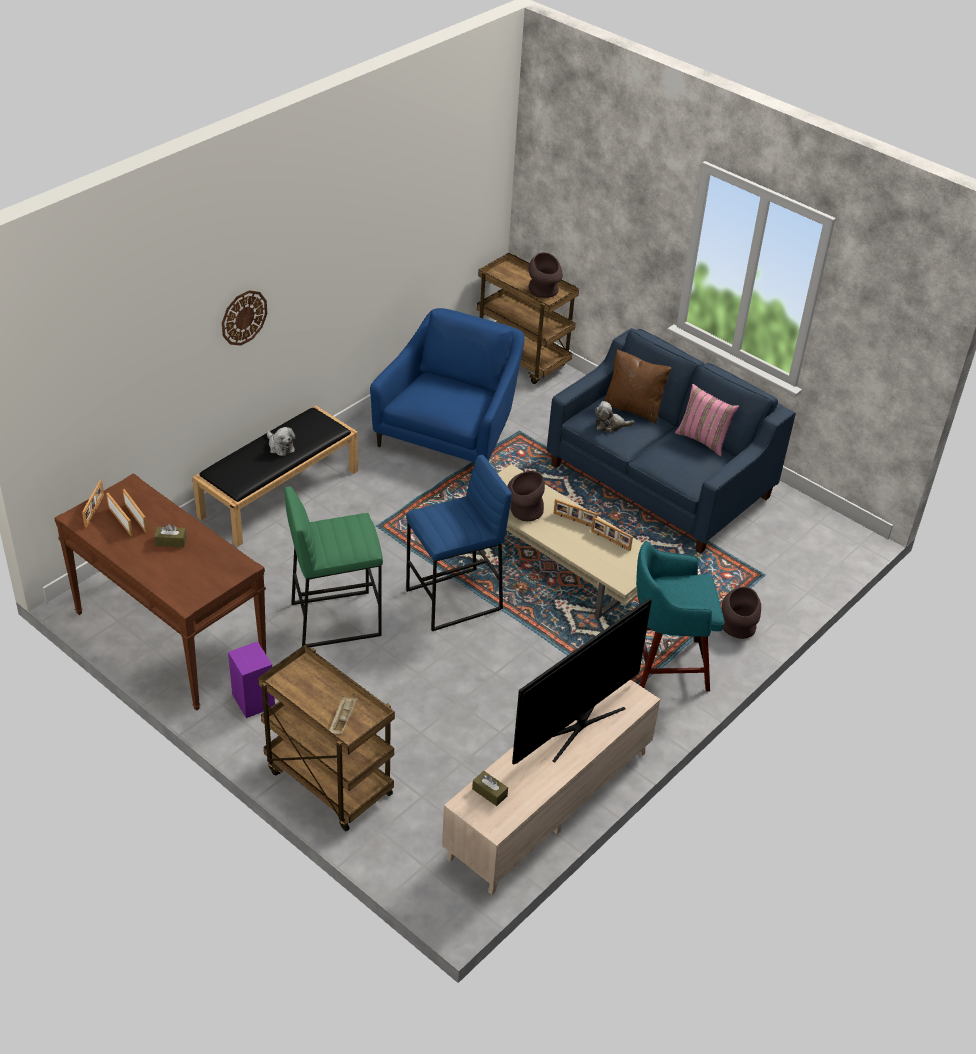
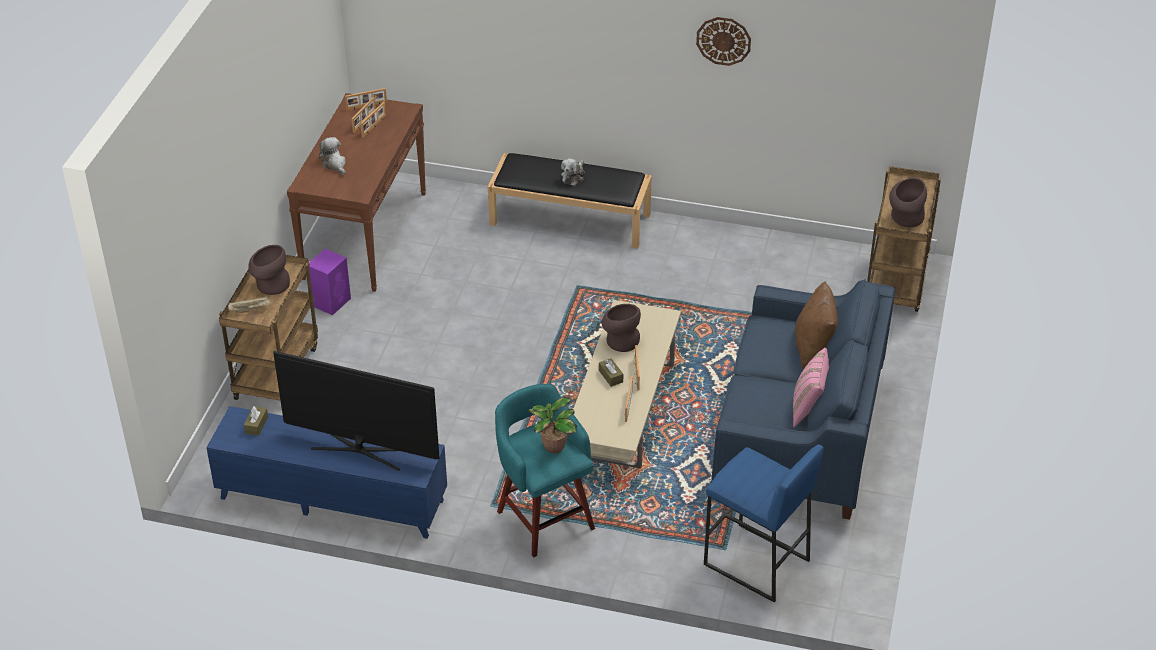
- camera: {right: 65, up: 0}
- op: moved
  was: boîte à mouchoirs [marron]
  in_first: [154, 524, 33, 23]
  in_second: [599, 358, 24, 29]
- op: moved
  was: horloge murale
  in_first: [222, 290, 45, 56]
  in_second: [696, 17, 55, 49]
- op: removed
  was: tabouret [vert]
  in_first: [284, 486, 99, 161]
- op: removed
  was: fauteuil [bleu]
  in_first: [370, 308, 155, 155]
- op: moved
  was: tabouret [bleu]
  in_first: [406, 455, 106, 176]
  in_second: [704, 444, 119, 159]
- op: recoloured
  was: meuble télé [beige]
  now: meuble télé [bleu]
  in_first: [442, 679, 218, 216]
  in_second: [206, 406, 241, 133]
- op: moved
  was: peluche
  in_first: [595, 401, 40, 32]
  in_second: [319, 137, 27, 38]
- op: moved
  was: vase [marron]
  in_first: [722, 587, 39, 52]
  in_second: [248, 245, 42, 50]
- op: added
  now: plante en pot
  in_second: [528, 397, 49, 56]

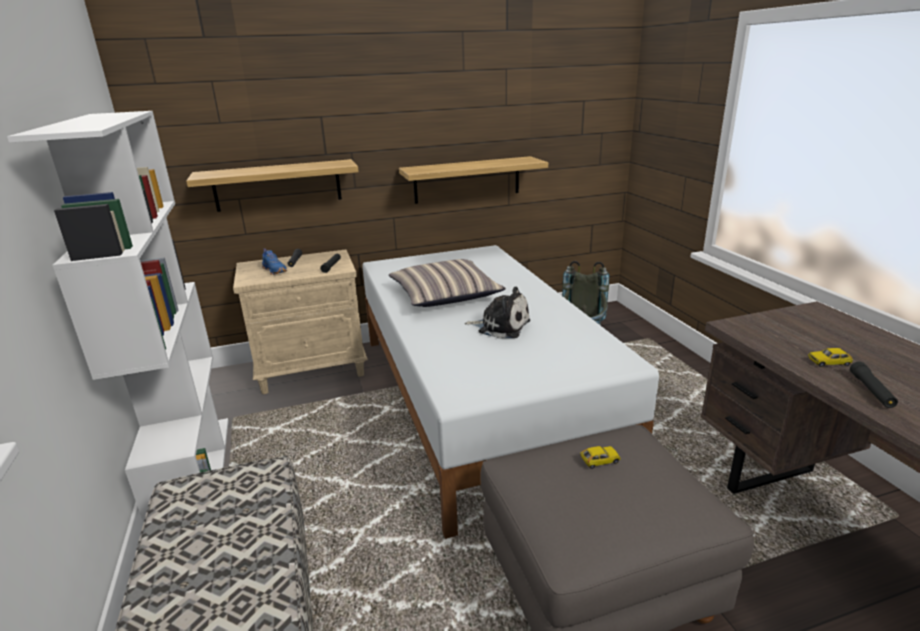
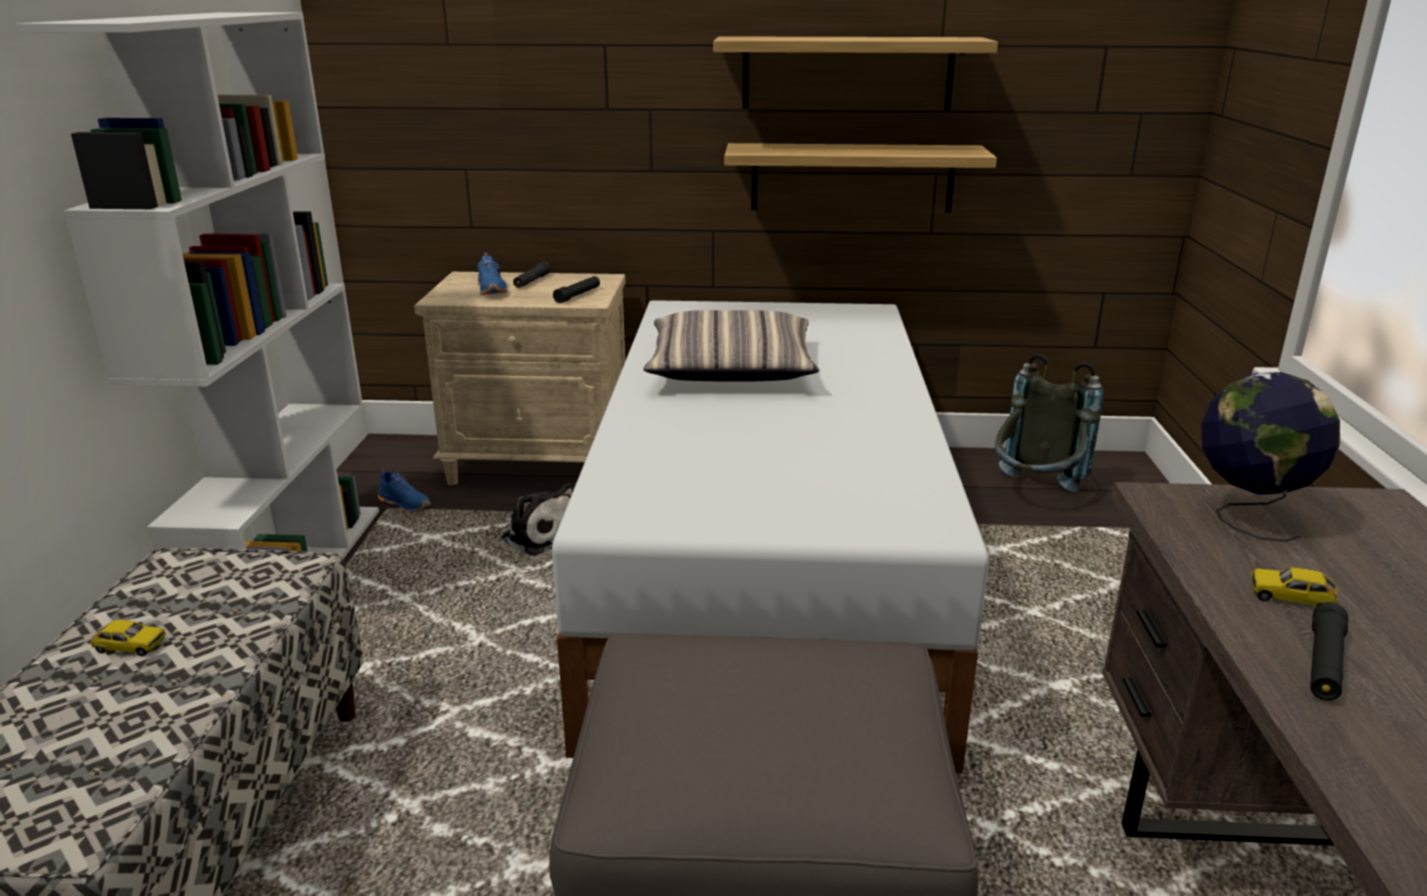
- camera: {right: 20, up: 0}
- op: moved
  was: étagère
  in_first: [186, 159, 173, 53]
  in_second: [713, 36, 285, 74]
- op: moved
  was: peluche
  in_first: [465, 287, 65, 52]
  in_second: [502, 483, 72, 73]
- op: moved
  was: petite voiture
  in_first: [580, 446, 41, 23]
  in_second: [91, 620, 75, 36]
- op: added
  now: chaussure [bleu]
  in_second: [378, 468, 53, 45]
- op: added
  now: globe
  in_second: [1201, 372, 139, 170]

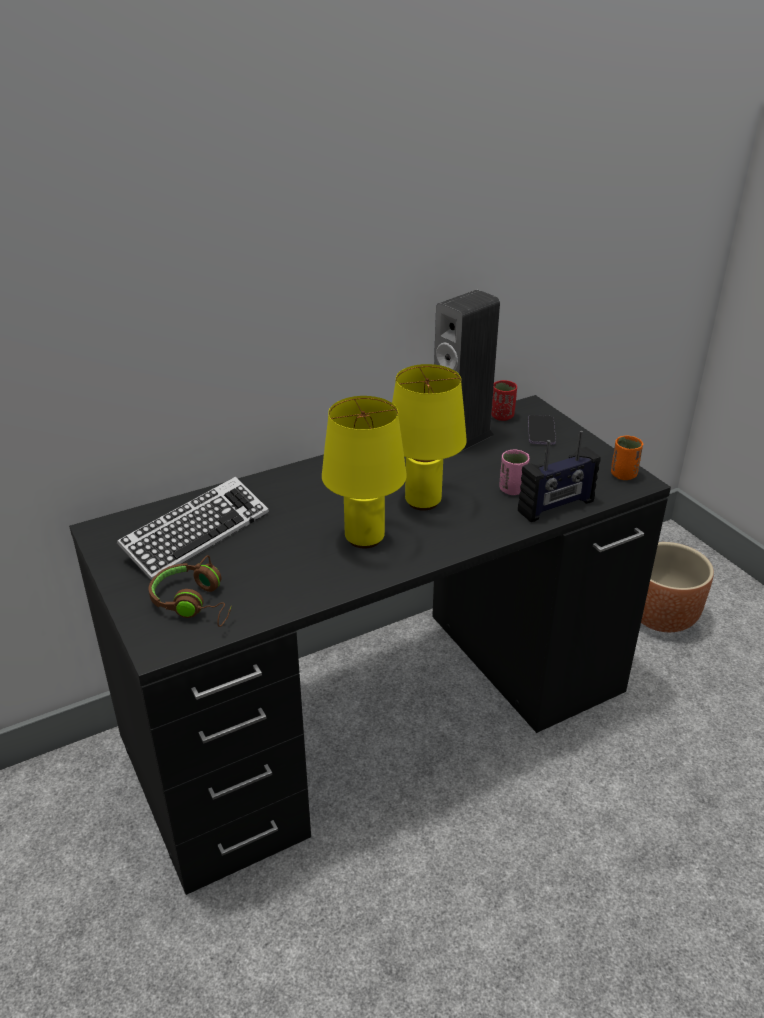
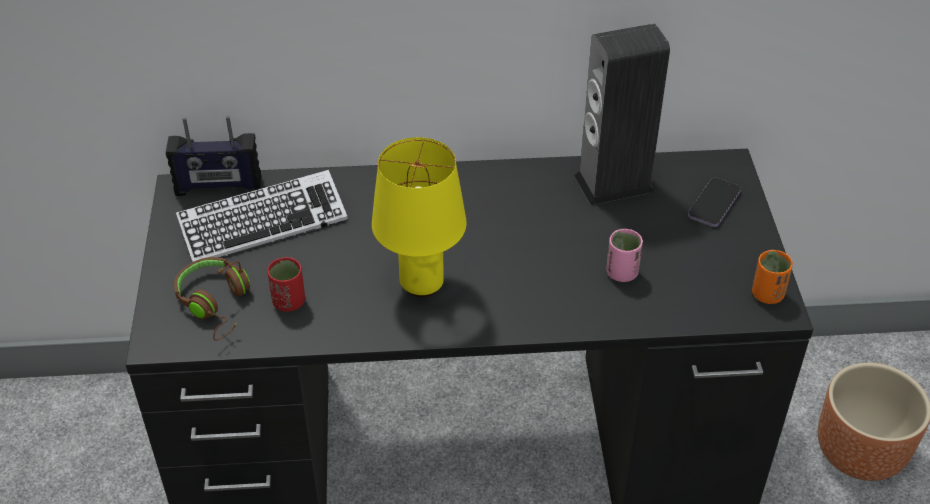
- camera: {right: 25, up: 10}
- op: removed
  was: lampe de table [jaune]
  in_first: [392, 364, 75, 147]
- op: moved
  was: tasse [rouge]
  in_first: [491, 380, 26, 41]
  in_second: [267, 257, 38, 55]
- op: moved
  was: radio
  in_first: [518, 431, 83, 91]
  in_second: [166, 116, 95, 80]

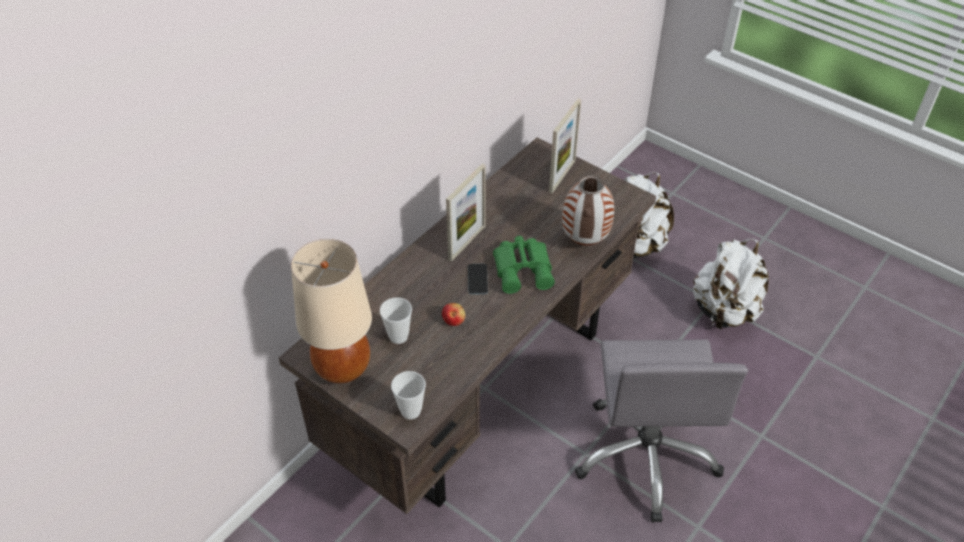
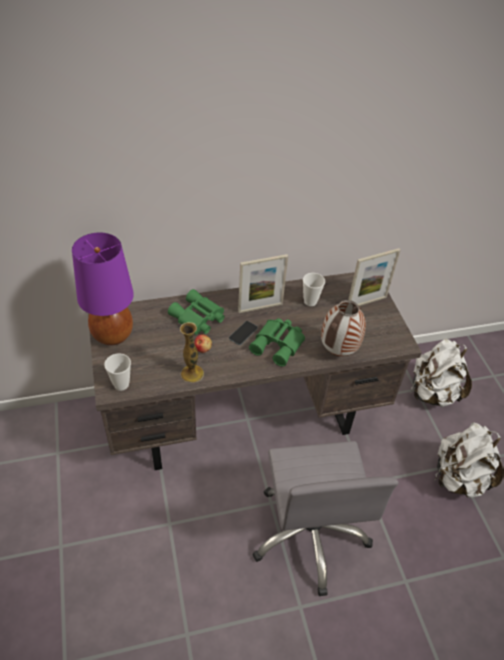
- camera: {right: 35, up: 0}
- op: recoloured
  was: lampe de table [beige]
  now: lampe de table [violet]
  in_first: [291, 239, 81, 145]
  in_second: [72, 233, 62, 113]
- op: moved
  was: tasse
  in_first: [380, 298, 32, 46]
  in_second: [303, 273, 22, 33]
- op: turned
  was: chaise de bureau [gris]
  in_first: [575, 339, 173, 183]
  in_second: [252, 441, 147, 155]
  clockwise: -45
- op: added
  now: jumelles [vert]
  in_second: [168, 289, 57, 46]
- op: added
  now: vase
  in_second: [180, 322, 24, 61]

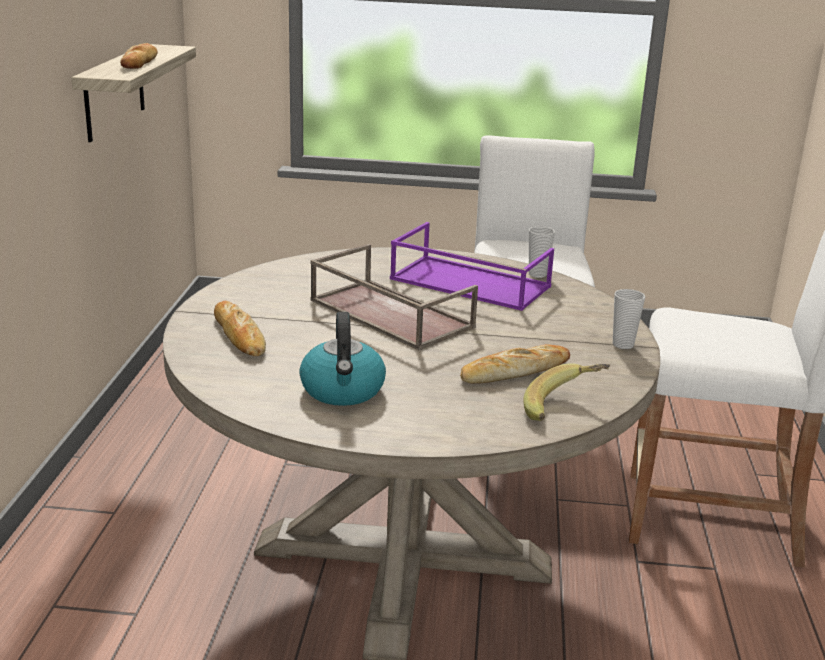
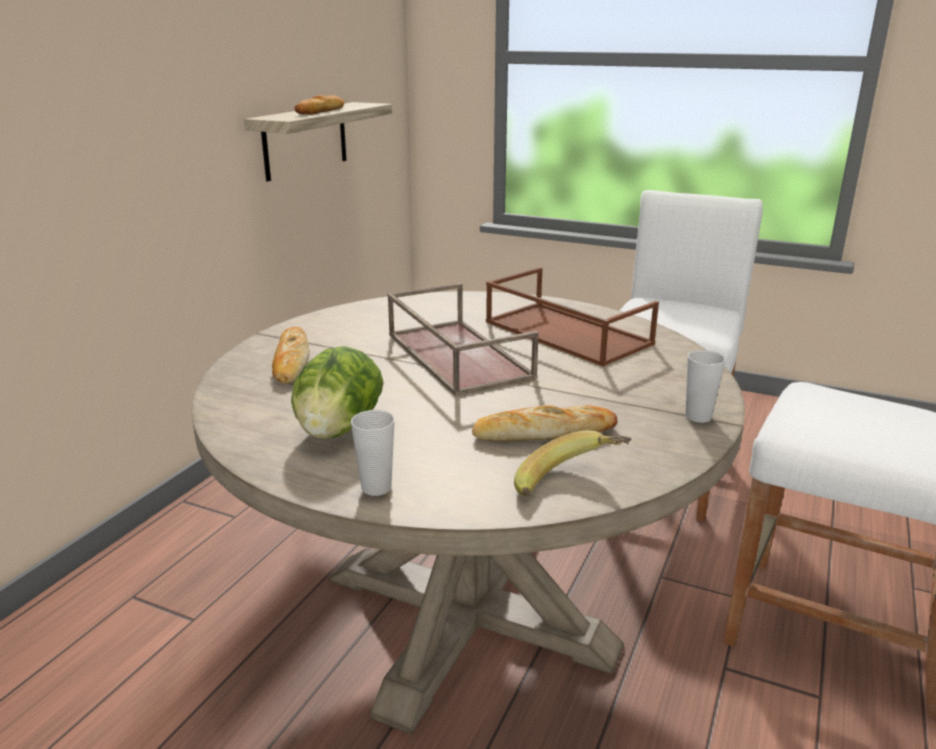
- camera: {right: 20, up: 0}
- op: replaced
  was: bouilloire
  now: laitue
  in_first: [299, 312, 87, 94]
  in_second: [291, 346, 93, 93]
- op: recoloured
  was: plateau [violet]
  now: plateau [marron]
  in_first: [390, 222, 164, 89]
  in_second: [486, 267, 173, 100]
- op: moved
  was: tasse
  in_first: [529, 226, 26, 52]
  in_second: [351, 410, 44, 86]

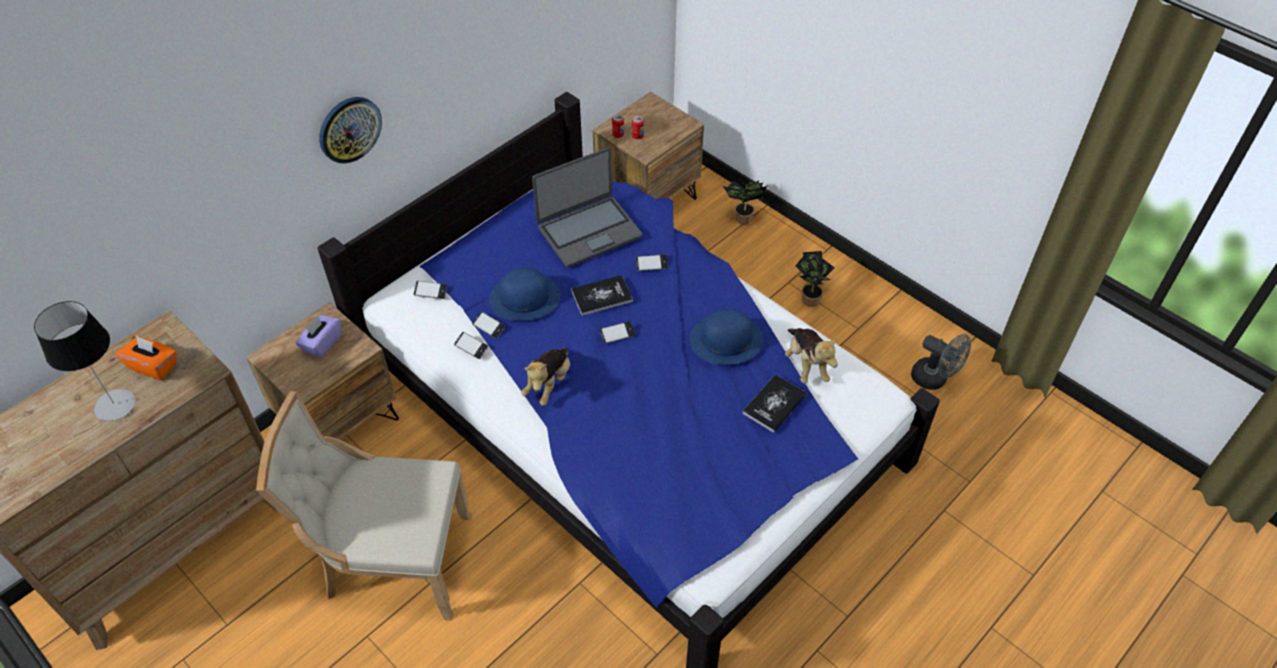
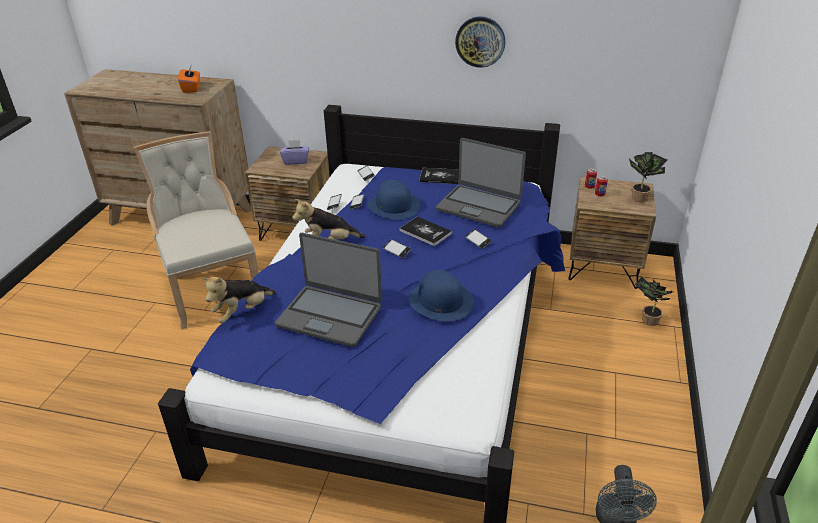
- camera: {right: 60, up: -15}
- op: removed
  was: lampe de table
  in_first: [34, 301, 101, 120]
- op: moved
  was: horloge murale
  in_first: [319, 97, 63, 67]
  in_second: [455, 16, 50, 52]
- op: moved
  was: livre
  in_first: [742, 374, 65, 59]
  in_second: [420, 168, 39, 16]
- op: moved
  was: peluche
  in_first: [785, 328, 53, 56]
  in_second: [201, 277, 75, 46]
- op: moved
  was: plante en pot
  in_first: [795, 251, 40, 56]
  in_second: [629, 152, 38, 50]
- op: added
  now: ordinateur portable
  in_second: [275, 233, 107, 114]

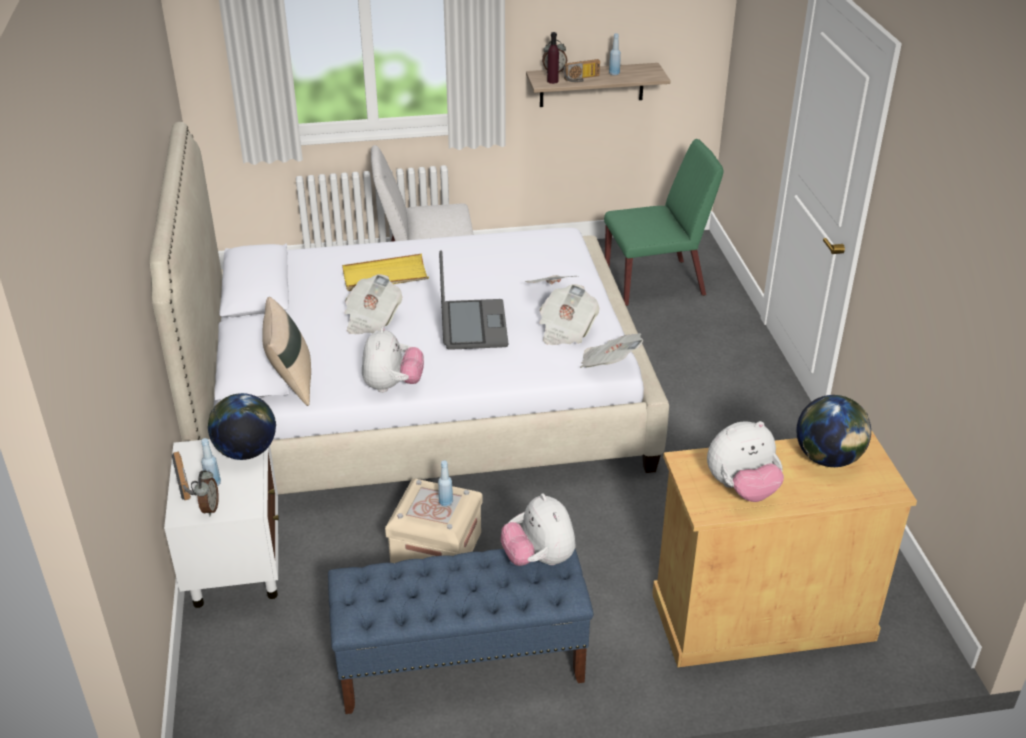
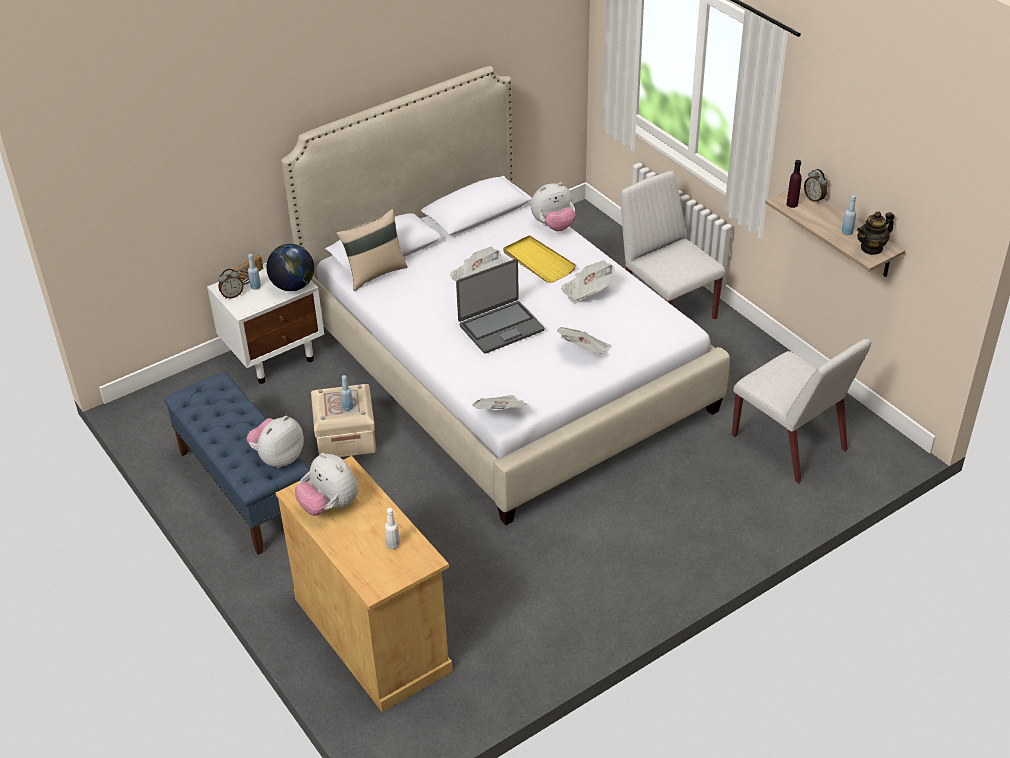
- camera: {right: 65, up: 5}
- op: moved
  was: peluche
  in_first: [362, 327, 62, 66]
  in_second: [531, 182, 45, 49]
- op: moved
  was: journal
  in_first: [539, 284, 60, 61]
  in_second: [561, 260, 54, 42]
- op: removed
  was: radio
  in_first: [563, 59, 37, 23]
- op: recoloured
  was: chaise [vert]
  now: chaise [blanc]
  in_first: [604, 139, 120, 167]
  in_second: [732, 339, 139, 144]
- op: replaced
  was: globe
  now: bouteille [blanc]
  in_first: [796, 395, 75, 72]
  in_second: [385, 508, 15, 41]
- op: added
  now: théière
  in_second: [857, 211, 37, 44]

